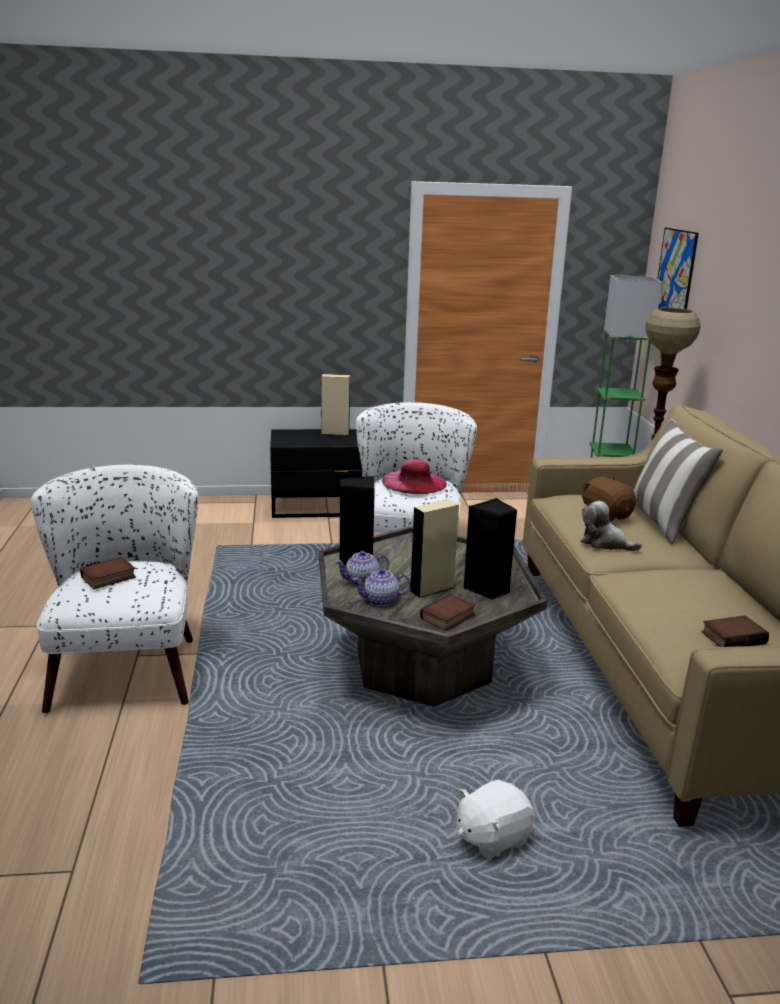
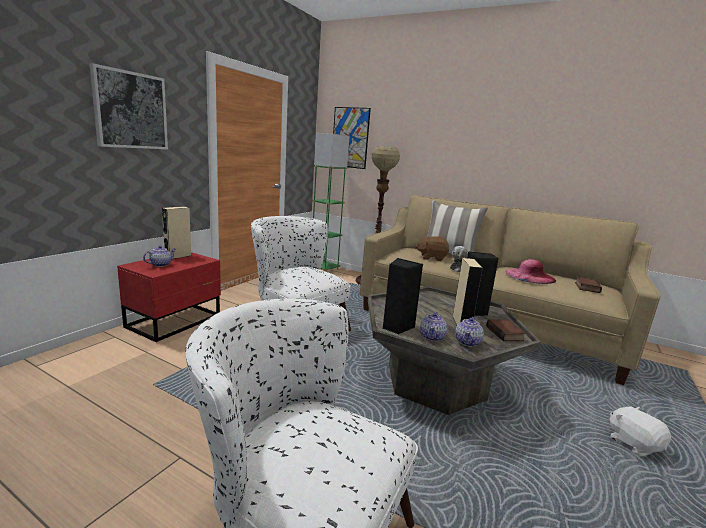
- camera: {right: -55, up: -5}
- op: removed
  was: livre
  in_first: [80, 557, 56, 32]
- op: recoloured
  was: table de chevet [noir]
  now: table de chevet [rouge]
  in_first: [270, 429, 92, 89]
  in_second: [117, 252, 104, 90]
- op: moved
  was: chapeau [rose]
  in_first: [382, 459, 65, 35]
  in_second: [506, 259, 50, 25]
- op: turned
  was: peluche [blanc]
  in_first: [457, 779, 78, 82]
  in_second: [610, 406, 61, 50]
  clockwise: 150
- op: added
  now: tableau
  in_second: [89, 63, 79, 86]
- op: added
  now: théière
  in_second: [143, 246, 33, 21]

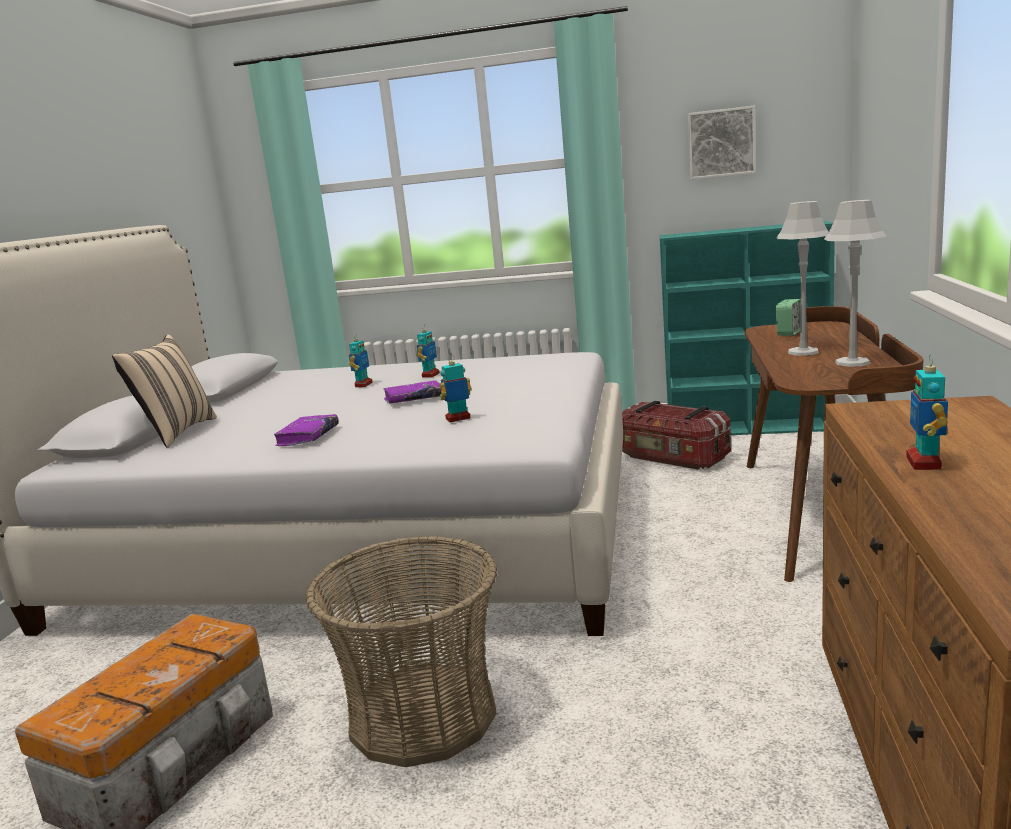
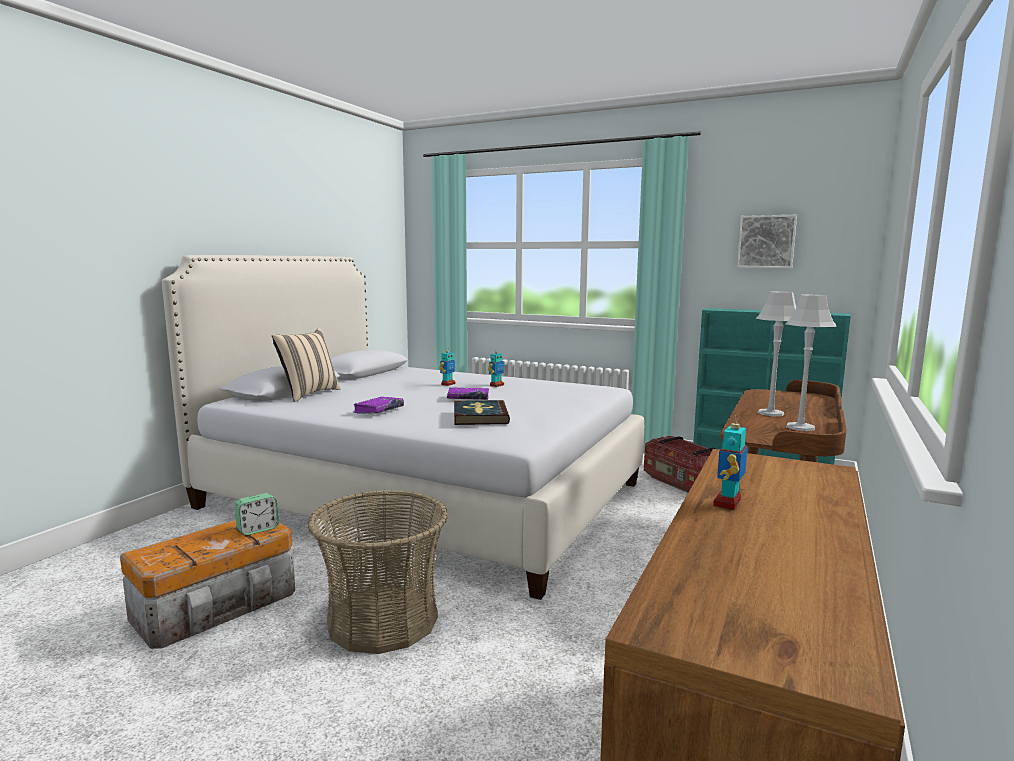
- camera: {right: 15, up: -5}
- op: replaced
  was: robot jouet
  now: livre
  in_first: [439, 355, 33, 68]
  in_second: [454, 400, 56, 25]
- op: moved
  was: réveil
  in_first: [776, 299, 25, 37]
  in_second: [235, 493, 44, 42]

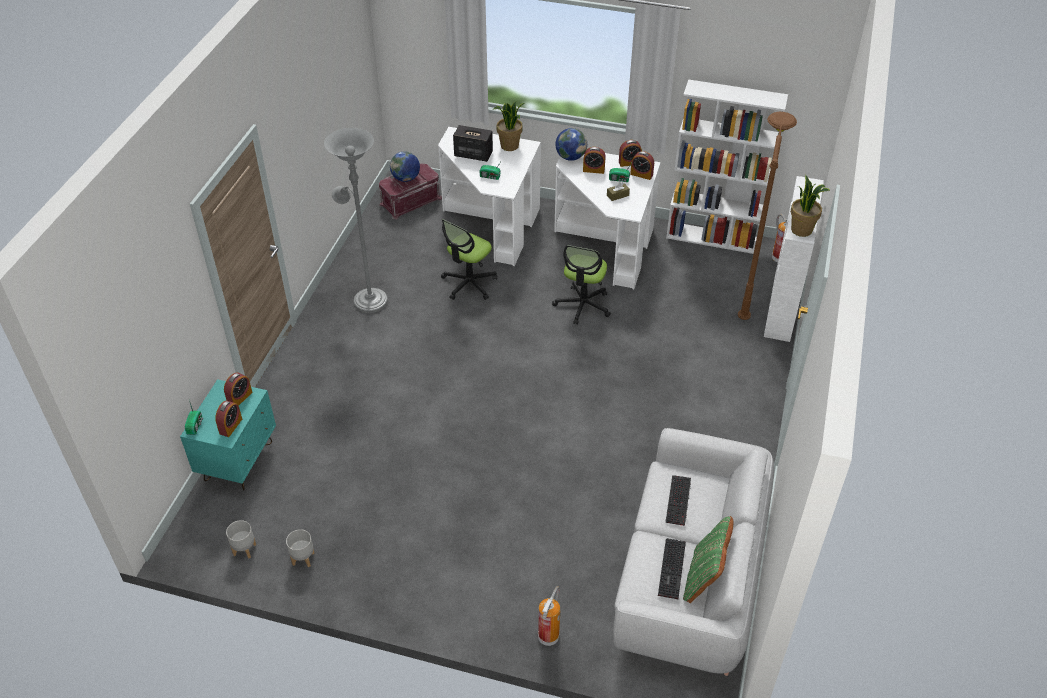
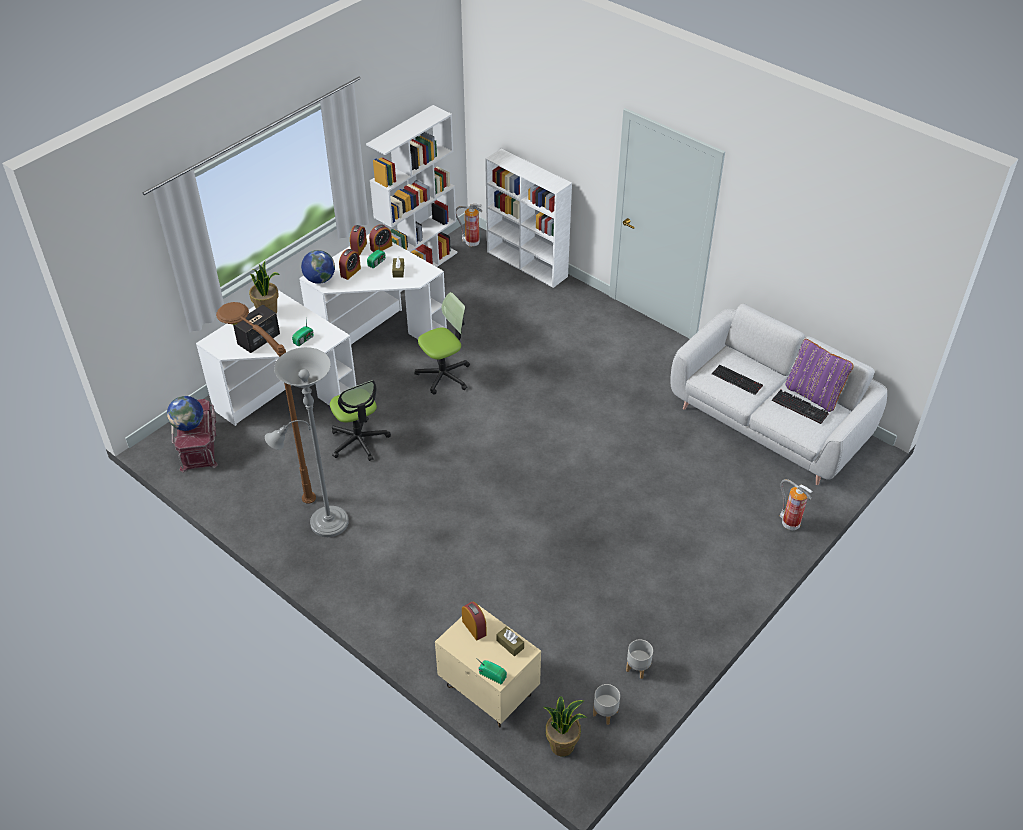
- camera: {right: -65, up: 0}
- op: recoloured
  was: table de chevet [turquoise]
  now: table de chevet [beige]
  in_first: [180, 379, 96, 111]
  in_second: [435, 604, 106, 124]
- op: replaced
  was: réveil
  now: boîte à mouchoirs [marron]
  in_first: [215, 401, 27, 36]
  in_second: [496, 626, 28, 30]
- op: turned
  was: chaise de bureau
  in_first: [552, 245, 59, 80]
  in_second: [414, 292, 56, 103]
  clockwise: -75
- op: recoloured
  was: coussin [vert]
  now: coussin [violet]
  in_first: [683, 516, 50, 87]
  in_second: [785, 339, 68, 73]
- op: moved
  was: lampadaire [marron]
  in_first: [738, 112, 59, 208]
  in_second: [216, 302, 100, 202]
- op: moved
  was: plante en pot
  in_first: [791, 175, 39, 62]
  in_second: [543, 696, 44, 60]

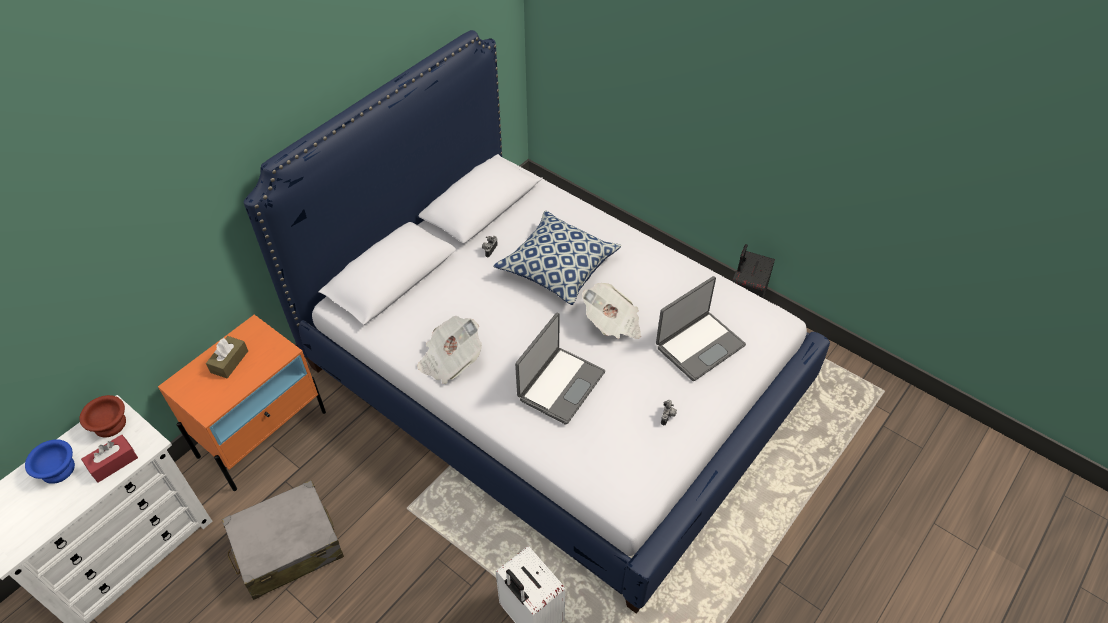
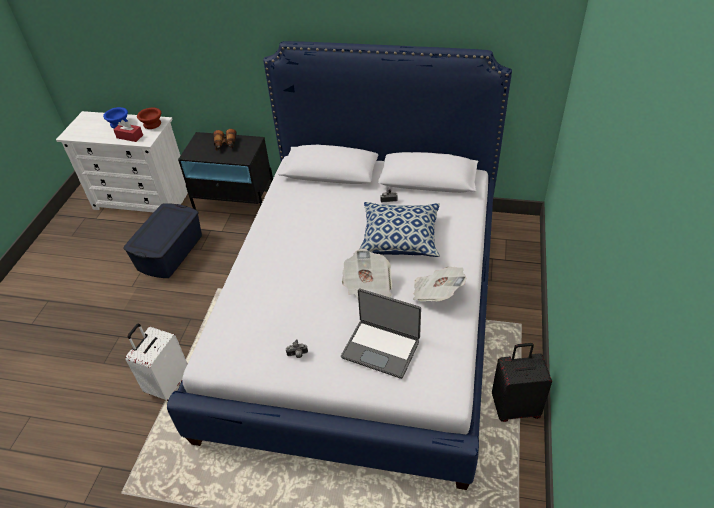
- camera: {right: 65, up: -5}
- op: recoloured
  was: table de chevet [orange]
  now: table de chevet [noir]
  in_first: [158, 314, 168, 177]
  in_second: [178, 132, 95, 78]
- op: replaced
  was: boîte à mouchoirs [marron]
  now: jumelles
  in_first: [206, 336, 42, 42]
  in_second: [213, 129, 24, 22]
- op: replaced
  was: valise [gris]
  now: boîte de rangement [bleu]
  in_first: [222, 480, 122, 120]
  in_second: [123, 203, 79, 75]
- op: moved
  was: journal
  in_first: [417, 316, 65, 68]
  in_second: [413, 267, 53, 34]
- op: removed
  was: ordinateur portable
  in_first: [515, 312, 90, 113]

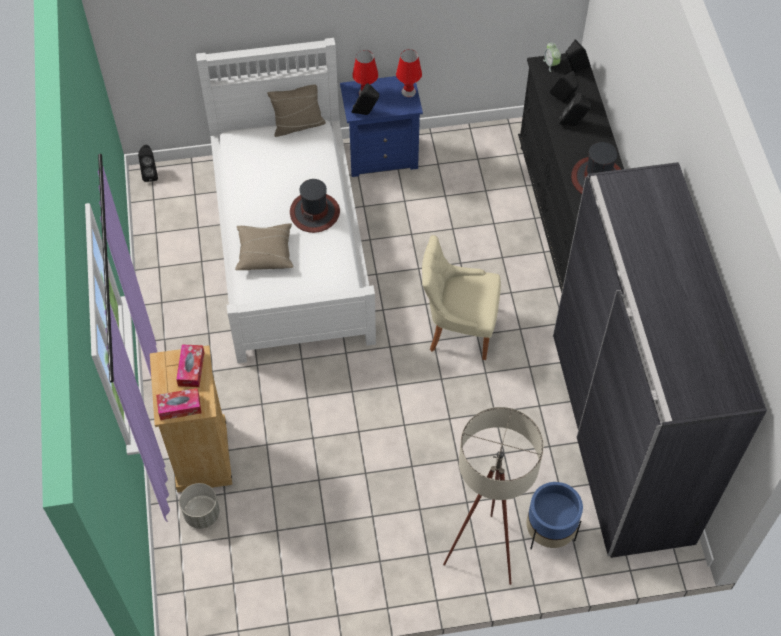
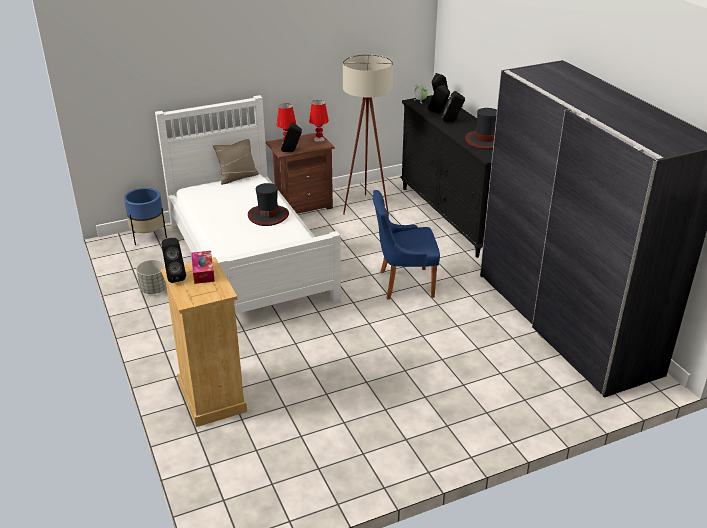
- camera: {right: -15, up: -25}
- op: moved
  was: enceinte [noir]
  in_first: [138, 145, 20, 37]
  in_second: [162, 238, 24, 45]
- op: removed
  was: boîte à mouchoirs
  in_first: [156, 388, 45, 32]
- op: moved
  was: cache-pot [gris]
  in_first: [179, 483, 41, 46]
  in_second: [136, 260, 31, 34]
- op: removed
  was: coussin [beige]
  in_first: [235, 223, 59, 47]
- op: recoloured
  was: table de chevet [bleu]
  now: table de chevet [marron]
  in_first: [340, 76, 83, 101]
  in_second: [266, 132, 68, 82]
- op: recoloured
  was: chaise [beige]
  now: chaise [bleu]
  in_first: [422, 235, 79, 125]
  in_second: [373, 190, 67, 110]
- op: moved
  was: lampadaire [beige]
  in_first: [443, 407, 101, 178]
  in_second: [343, 54, 50, 162]
- op: moved
  was: cache-pot [bleu]
  in_first: [526, 482, 57, 67]
  in_second: [124, 188, 43, 57]

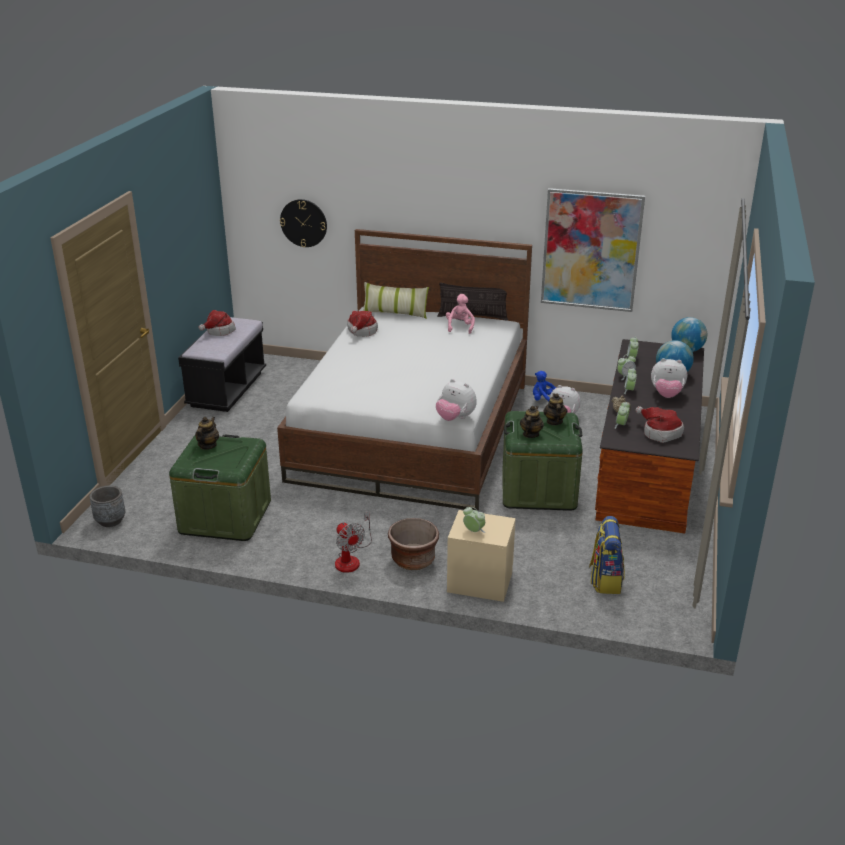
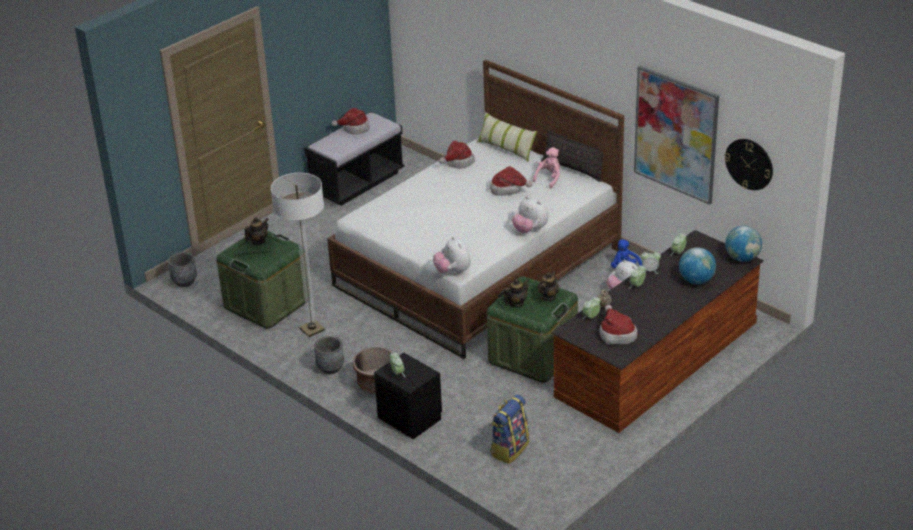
- camera: {right: 30, up: 5}
- op: moved
  was: horloge murale
  in_first: [280, 199, 47, 48]
  in_second: [724, 139, 49, 51]
- op: replaced
  was: ventilateur
  now: cache-pot [gris]
  in_first: [335, 511, 37, 62]
  in_second: [314, 336, 30, 38]
- op: recoloured
  was: table de chevet [beige]
  now: table de chevet [noir]
  in_first: [447, 510, 69, 92]
  in_second: [374, 353, 68, 86]
- op: moved
  was: peluche
  in_first: [651, 358, 36, 40]
  in_second: [512, 196, 36, 37]
- op: added
  now: lampadaire
  in_second: [271, 173, 54, 164]
- op: added
  now: chapeau
  in_second: [490, 166, 42, 30]

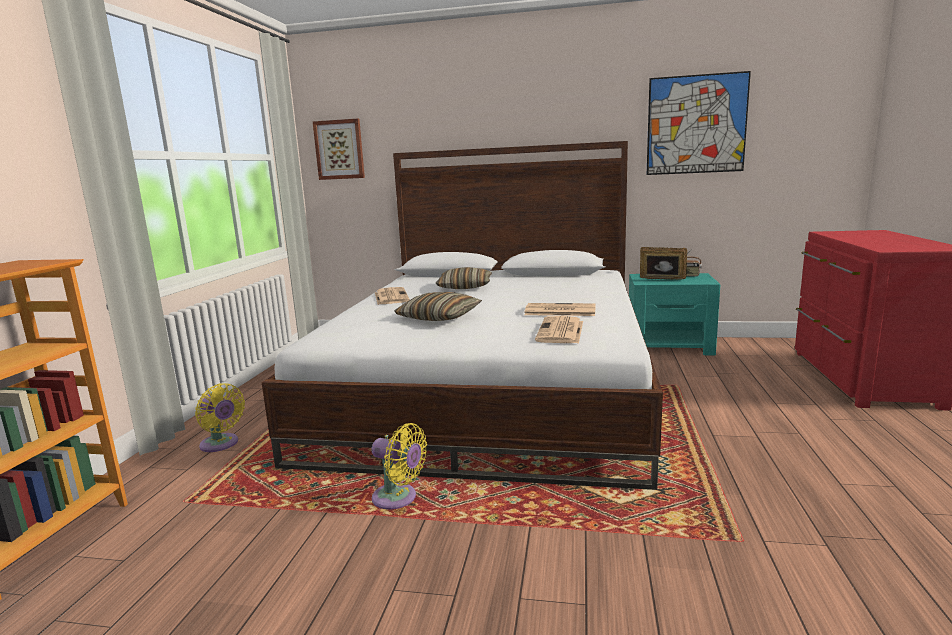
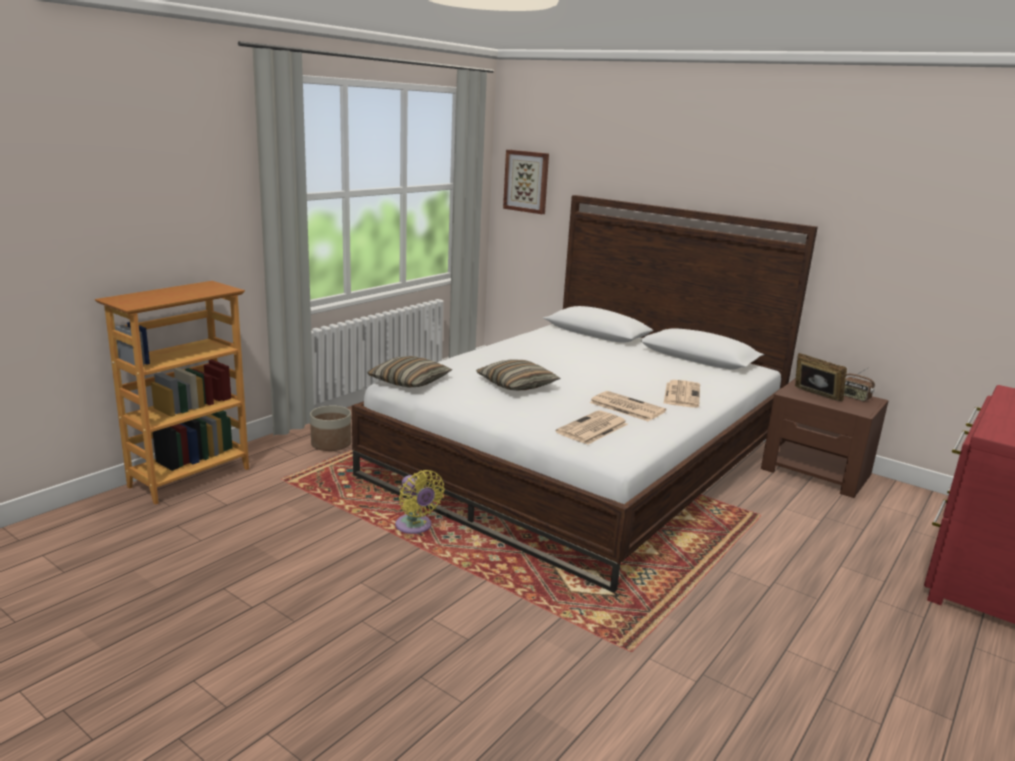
- camera: {right: 25, up: 5}
- op: replaced
  was: ventilateur [jaune]
  now: cache-pot
  in_first: [195, 383, 50, 69]
  in_second: [310, 405, 41, 46]
- op: moved
  was: journal
  in_first: [375, 287, 35, 17]
  in_second: [663, 380, 37, 28]
- op: moved
  was: coussin
  in_first: [436, 267, 56, 22]
  in_second: [367, 356, 85, 32]
- op: recoloured
  was: table de chevet [turquoise]
  now: table de chevet [marron]
  in_first: [629, 273, 92, 82]
  in_second: [761, 378, 128, 120]
- op: removed
  was: tableau
  in_first: [647, 71, 104, 104]

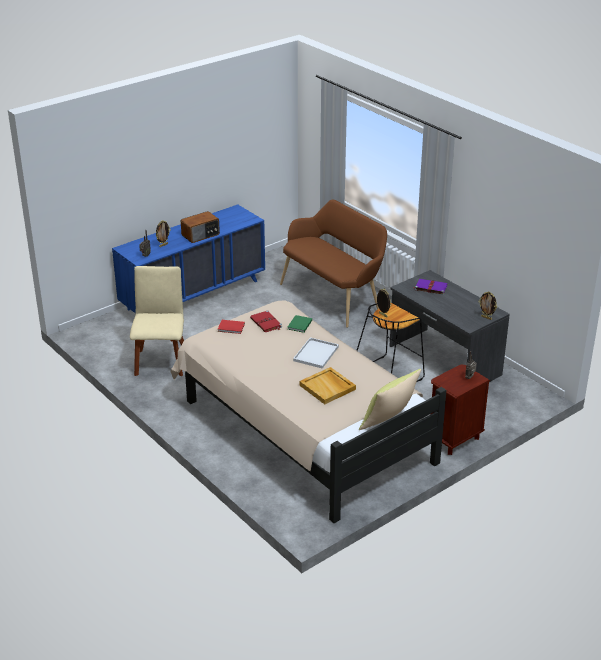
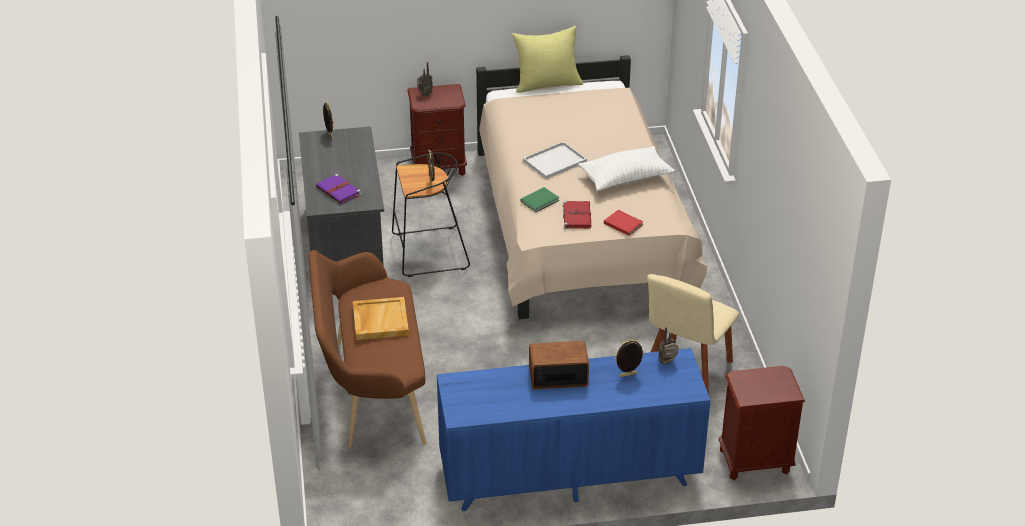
- camera: {right: -150, up: 5}
- op: moved
  was: plateau [beige]
  in_first: [300, 367, 56, 37]
  in_second: [353, 297, 56, 43]
- op: added
  now: coussin [blanc]
  in_second: [578, 146, 97, 45]
- op: added
  now: table de chevet [marron]
  in_second: [719, 366, 86, 115]

